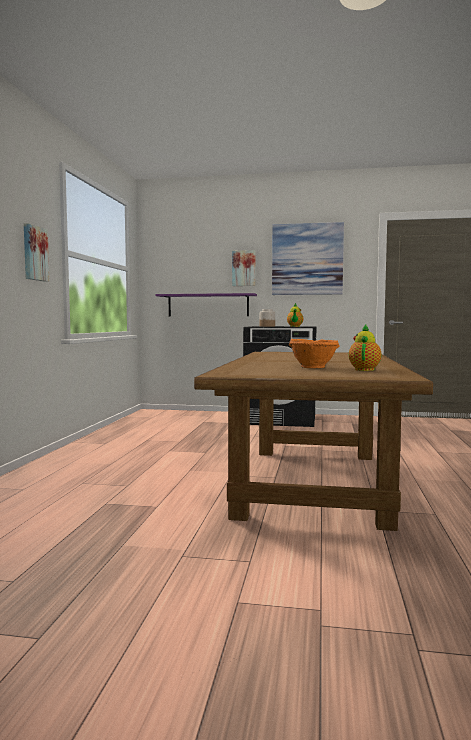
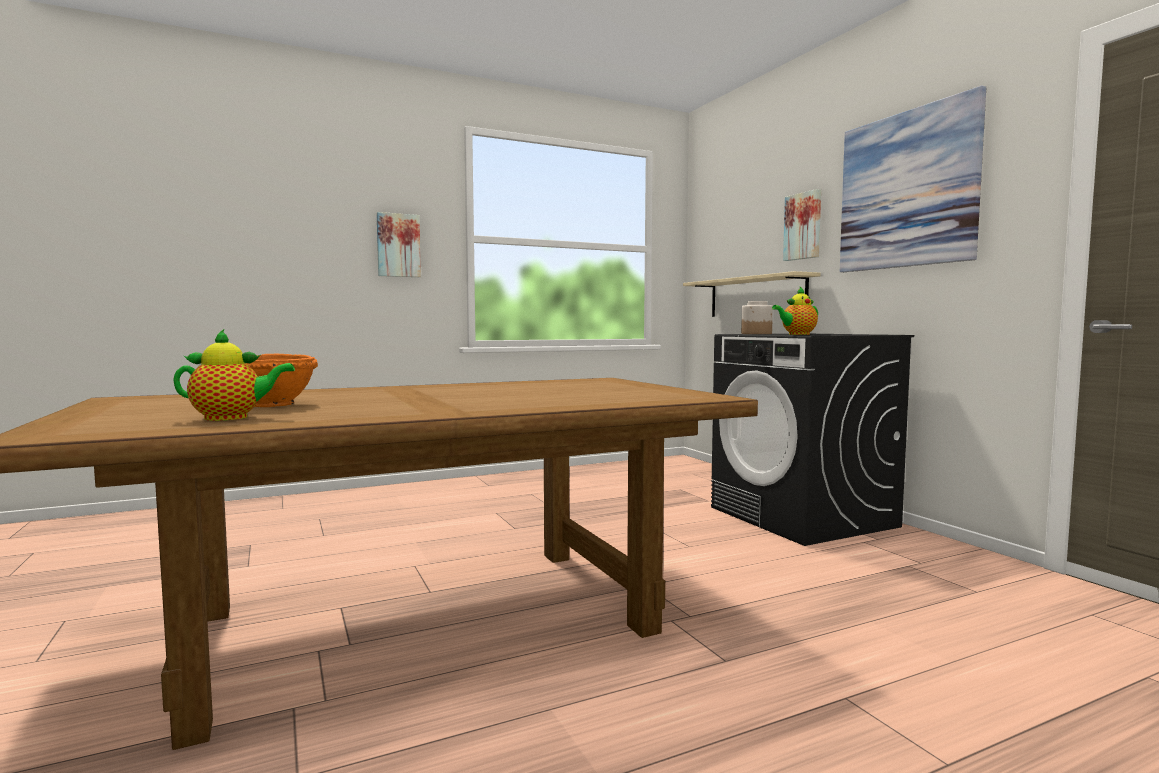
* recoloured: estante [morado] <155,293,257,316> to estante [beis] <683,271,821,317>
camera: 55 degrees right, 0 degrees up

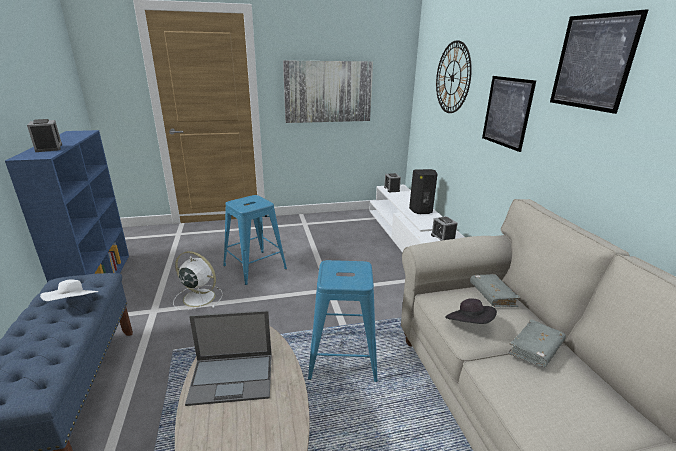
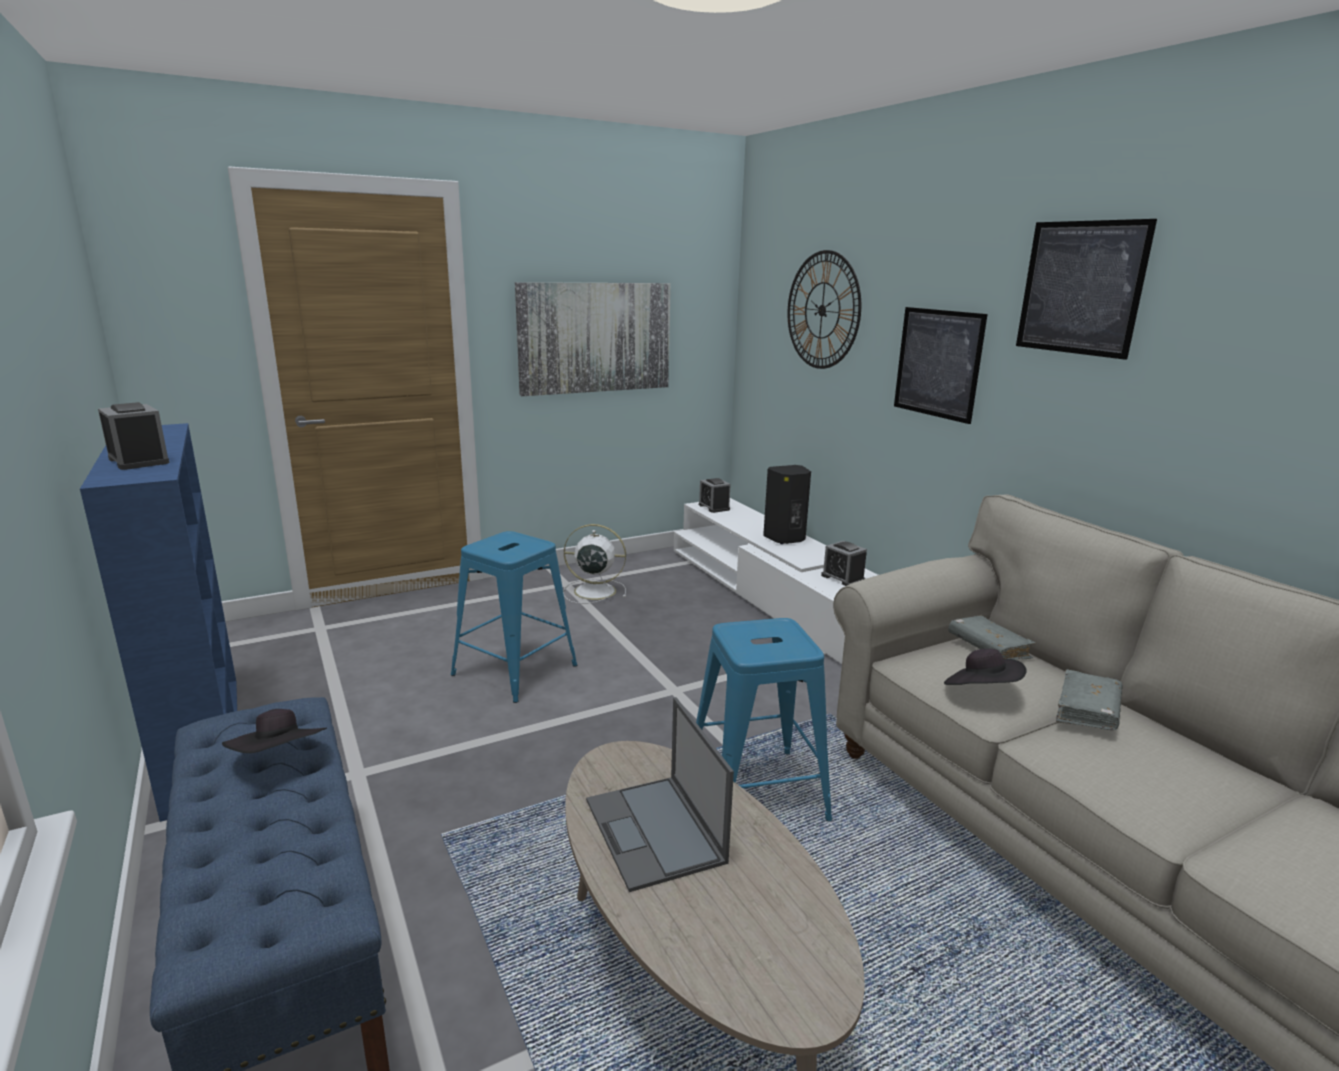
* recoloured: sombrero [blanco] <40,279,98,301> to sombrero [negro] <222,709,327,753>
* moved: ventilador [blanco] <173,251,223,310> to <563,524,626,604>
* turned: portátil <185,310,272,406> = <586,697,734,892> 90 degrees clockwise
camera: 15 degrees left, 5 degrees down

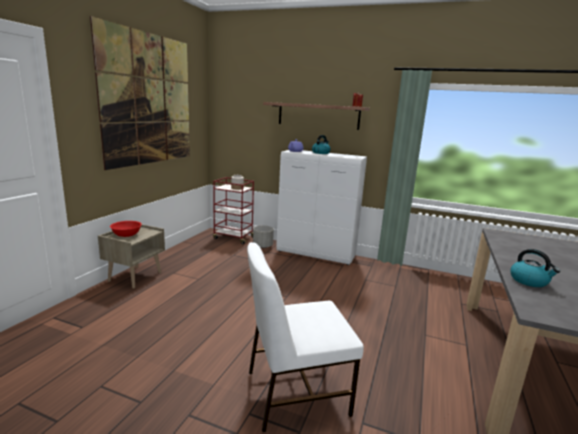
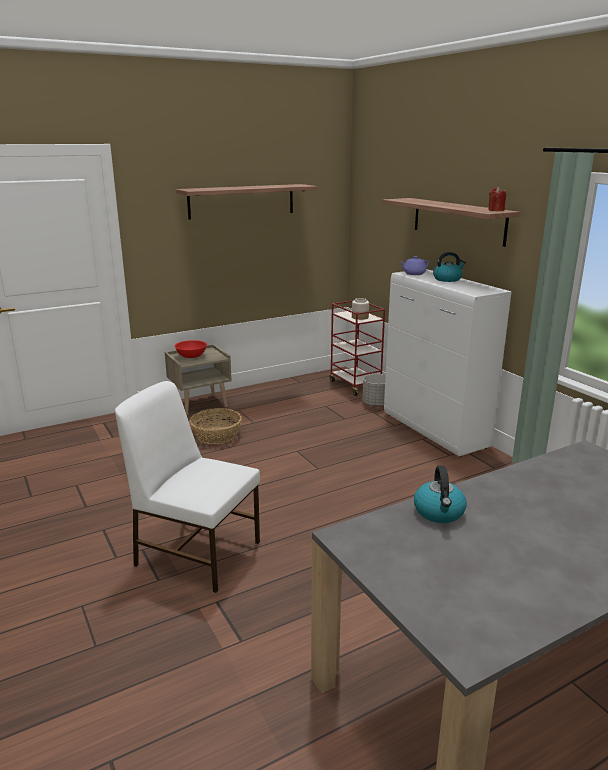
* replaced: cuadro <90,16,190,170> to estante <176,184,317,220>
* added: cesta <190,408,242,444>
camera: 40 degrees right, 5 degrees up

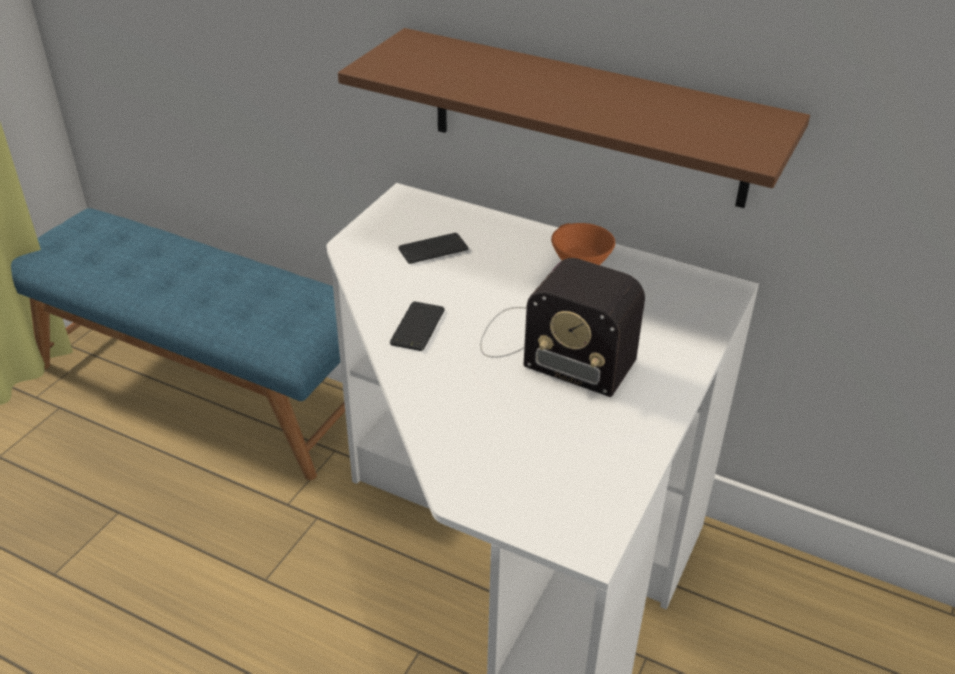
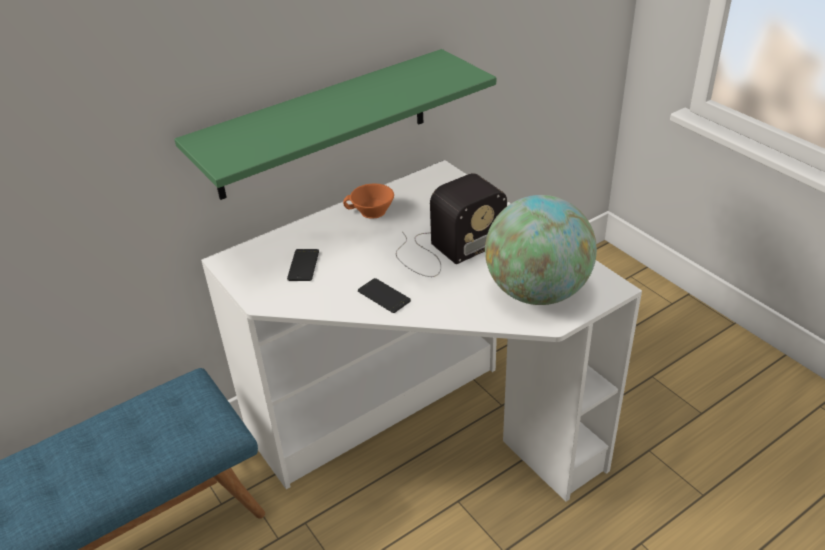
* recoloured: estante [marrón] <338,28,810,208> to estante [verde] <174,49,496,200>
* added: globo terráqueo <485,195,597,305>
camera: 60 degrees left, 0 degrees up

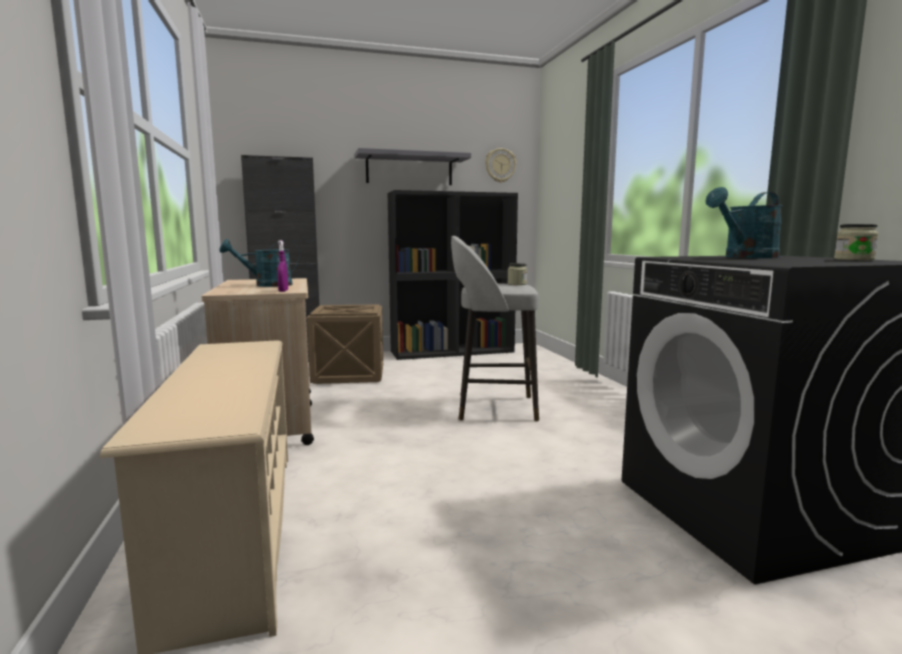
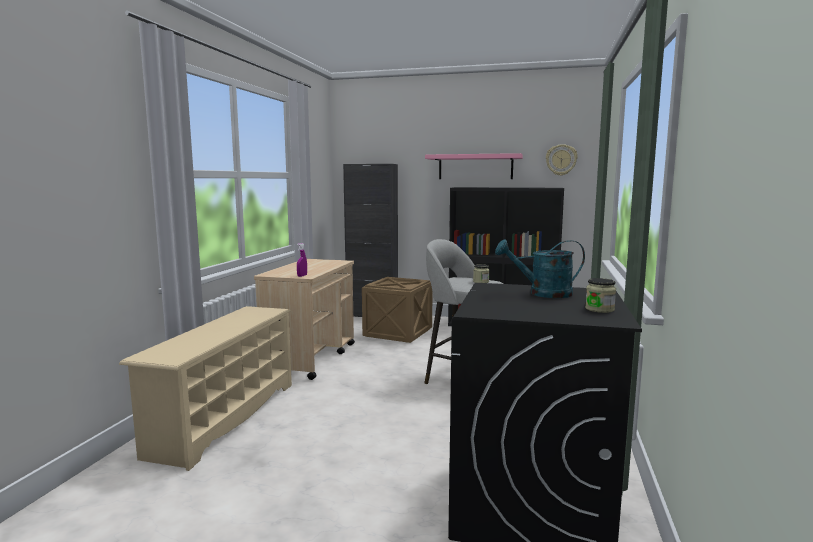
* recoloured: estante [gris] <355,148,471,185> to estante [rosa] <425,153,523,179>
* removed: regadera [turquesa] <219,239,300,287>
camera: 30 degrees right, 0 degrees up

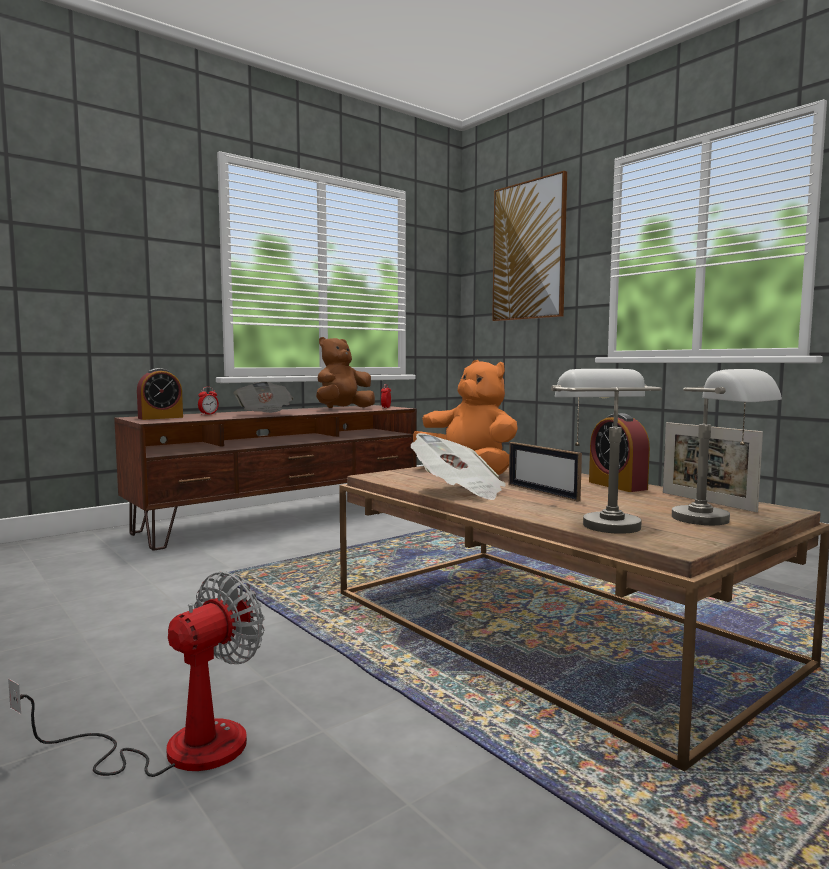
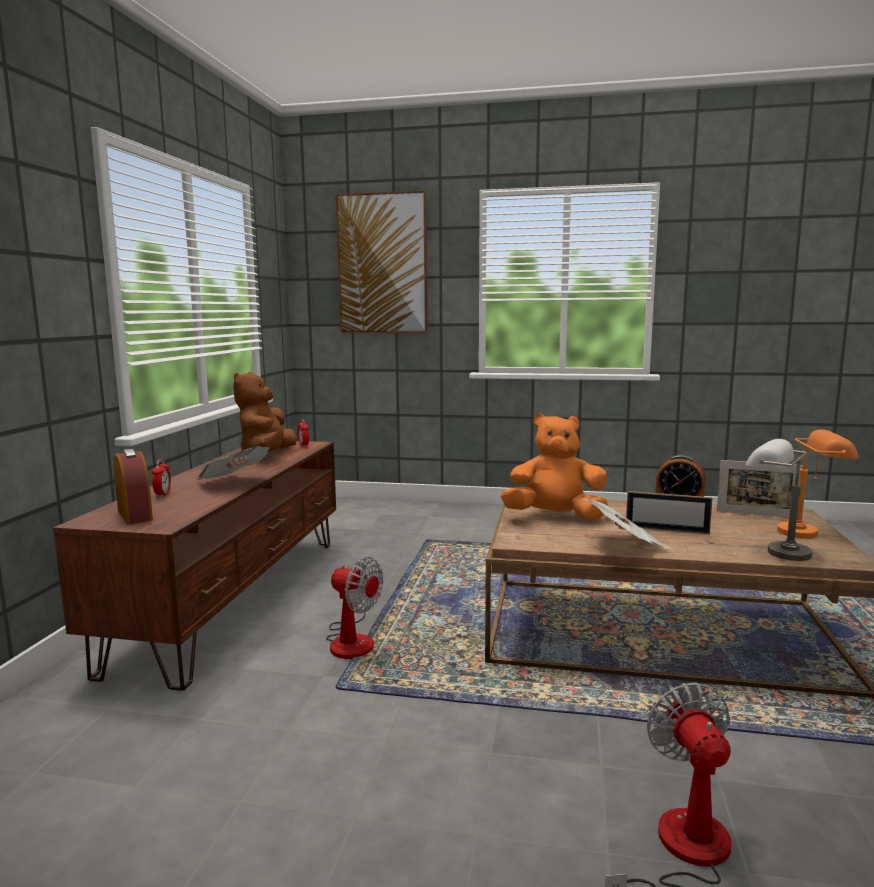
* turned: despertador <137,368,183,420> = <114,449,153,524> 45 degrees counterclockwise
* added: ventilador <326,557,383,659>
* recoloured: lámpara de mesa [gris] <672,369,782,525> to lámpara de mesa [naranja] <777,429,858,538>
camera: 40 degrees left, 5 degrees up

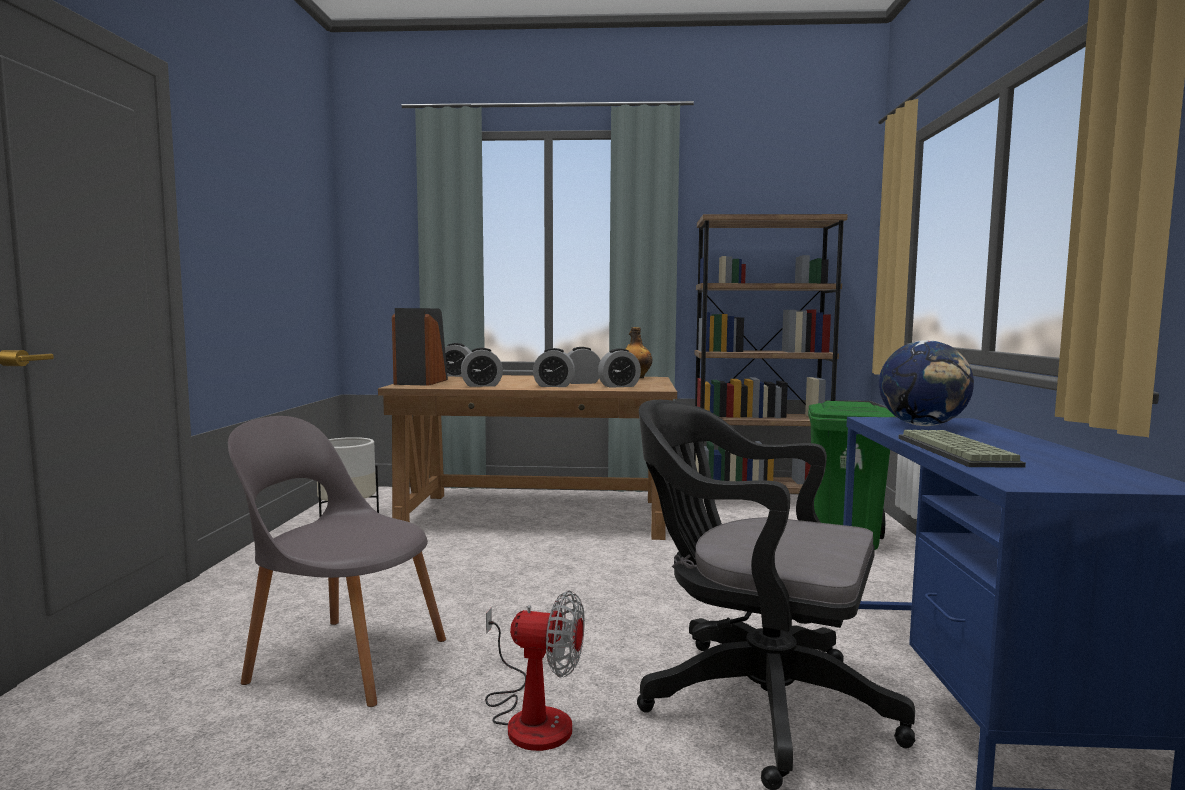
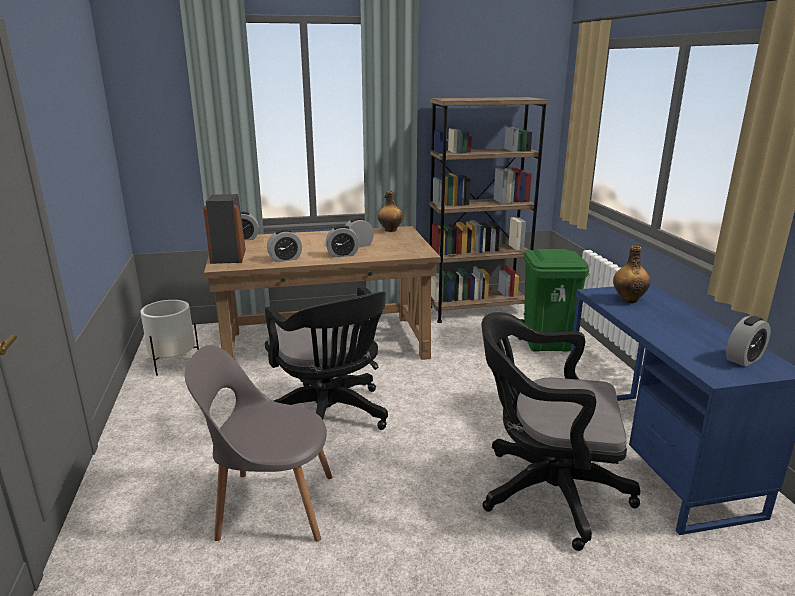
* added: silla de oficina [negro] <265,286,388,430>
* replaced: globo terráqueo <879,340,974,426> to botella <613,246,650,303>
* moved: despertador <598,348,641,388> to <726,316,771,367>
* removed: ventilador <485,591,585,751>
* removed: teclado <898,430,1026,468>
camera: 15 degrees left, 15 degrees up

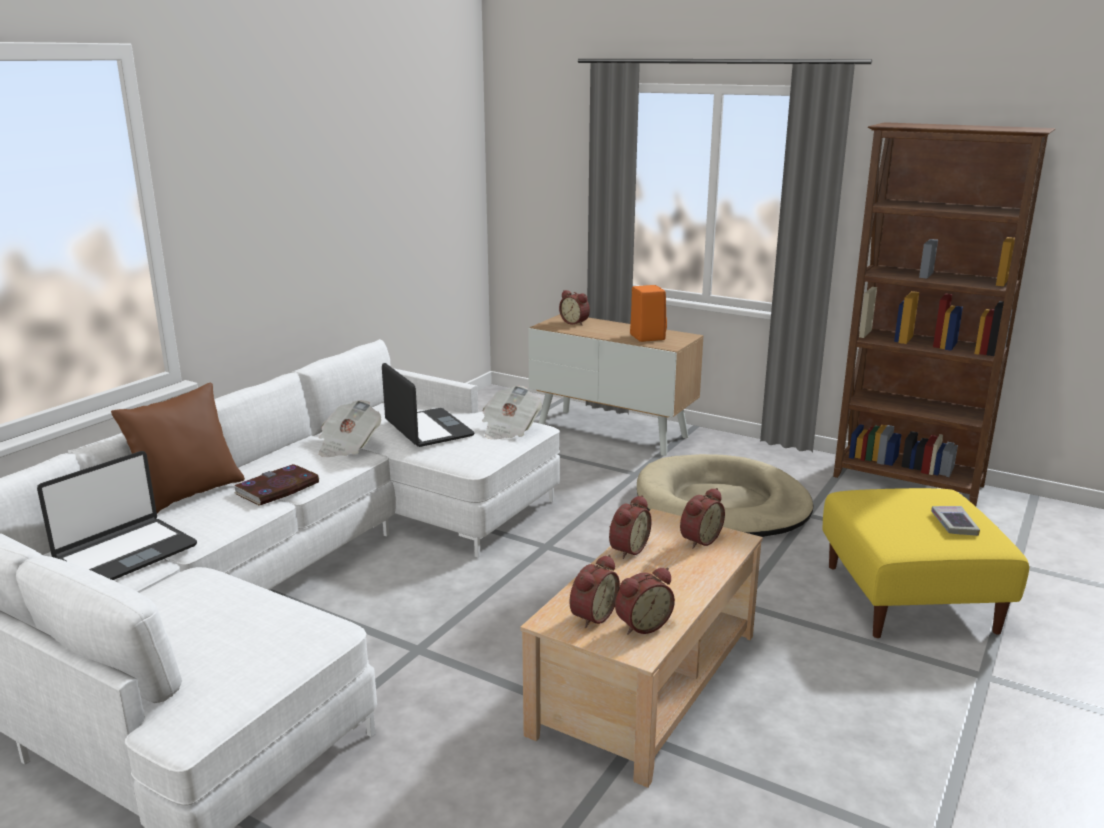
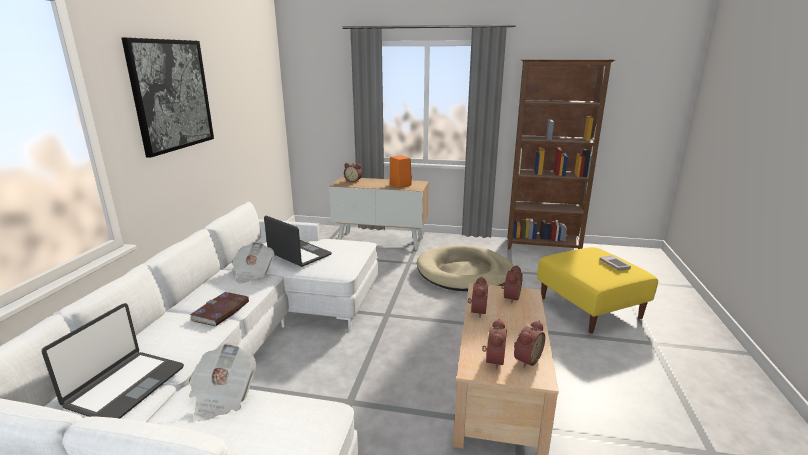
* added: cuadro <122,37,214,158>
* moved: periódico <482,386,542,440> to <189,343,257,421>
* removed: cojín [marrón] <111,382,245,513>
camera: 20 degrees left, 0 degrees up

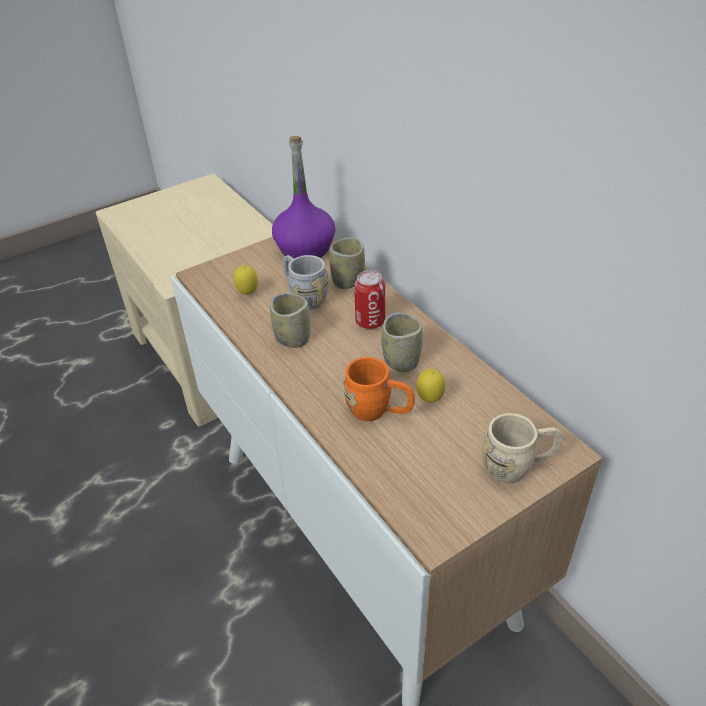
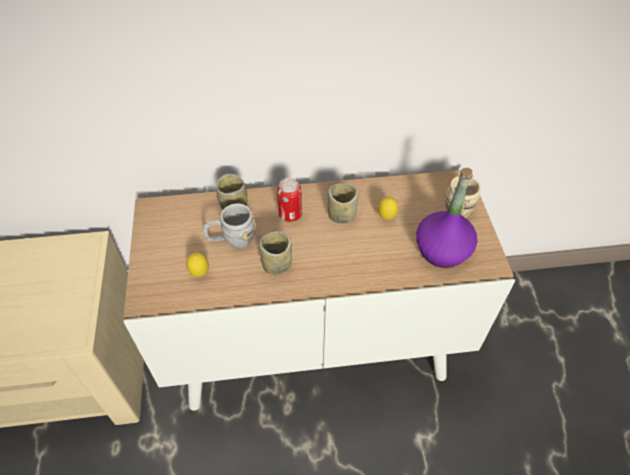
* moved: botella [morado] <272,136,335,259> to <416,168,477,268>
* removed: taza grande [naranja] <343,357,415,421>
camera: 65 degrees left, 10 degrees up

